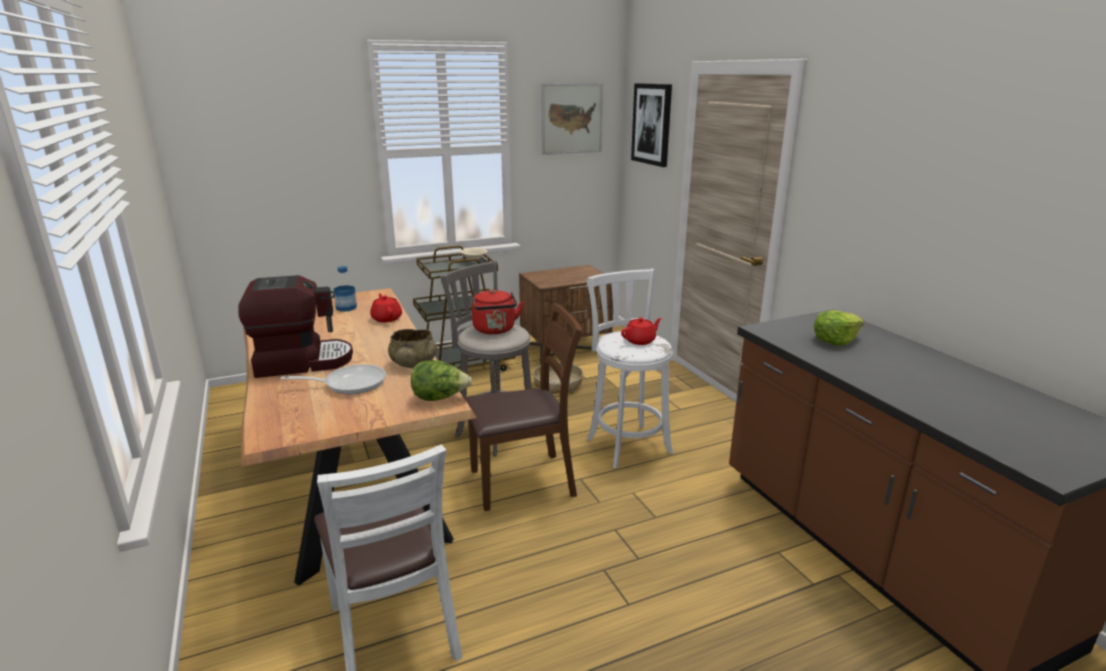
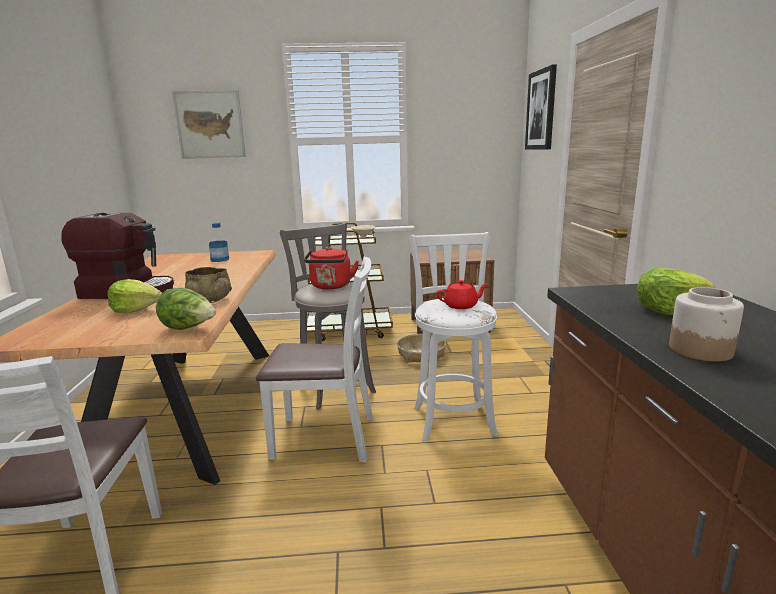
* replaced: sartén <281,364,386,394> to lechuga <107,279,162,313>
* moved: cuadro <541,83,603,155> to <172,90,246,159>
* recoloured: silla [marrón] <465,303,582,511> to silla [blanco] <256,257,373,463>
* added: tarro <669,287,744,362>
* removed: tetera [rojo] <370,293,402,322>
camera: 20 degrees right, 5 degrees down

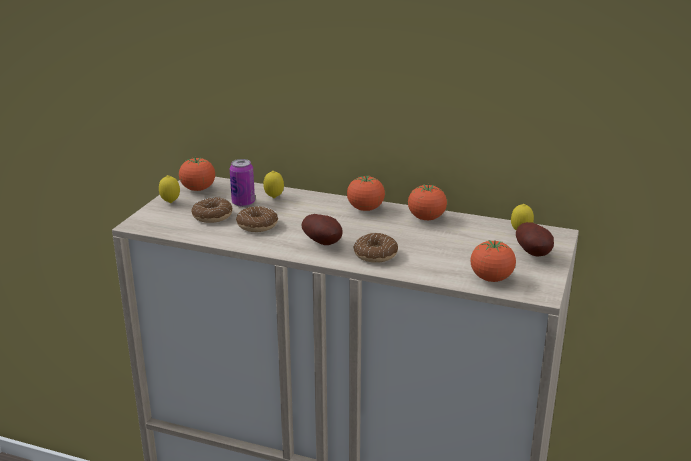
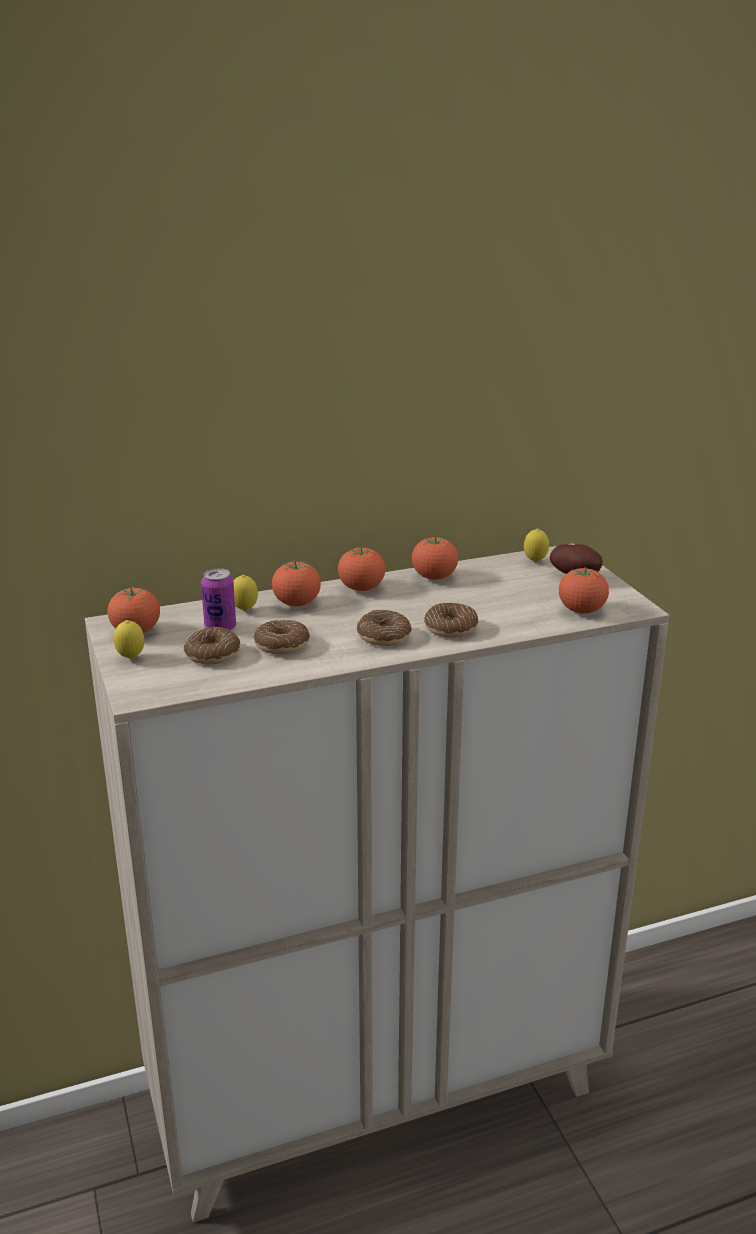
* added: tomate <272,560,321,606>
* replaced: patata <301,214,343,245> to rosquilla <357,610,412,646>
camera: 40 degrees left, 0 degrees up

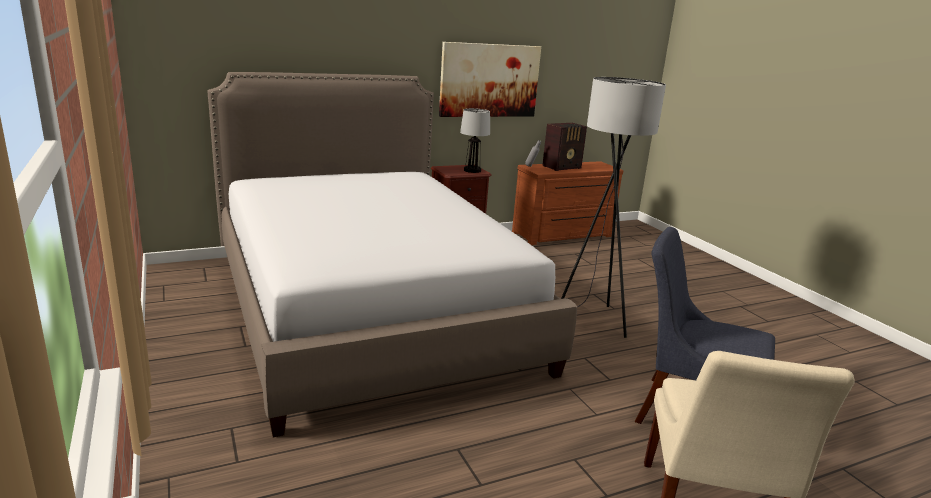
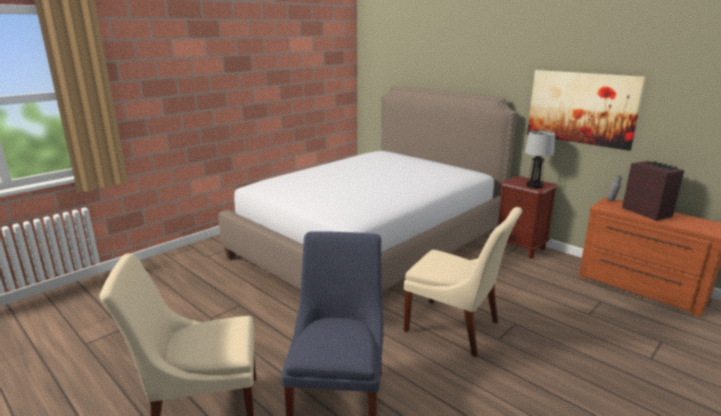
* replaced: lámpara de pie [gris] <561,77,666,338> to silla [beis] <404,207,522,357>
* turned: radio <542,123,587,171> = <622,161,684,221> 150 degrees counterclockwise
camera: 70 degrees right, 0 degrees up

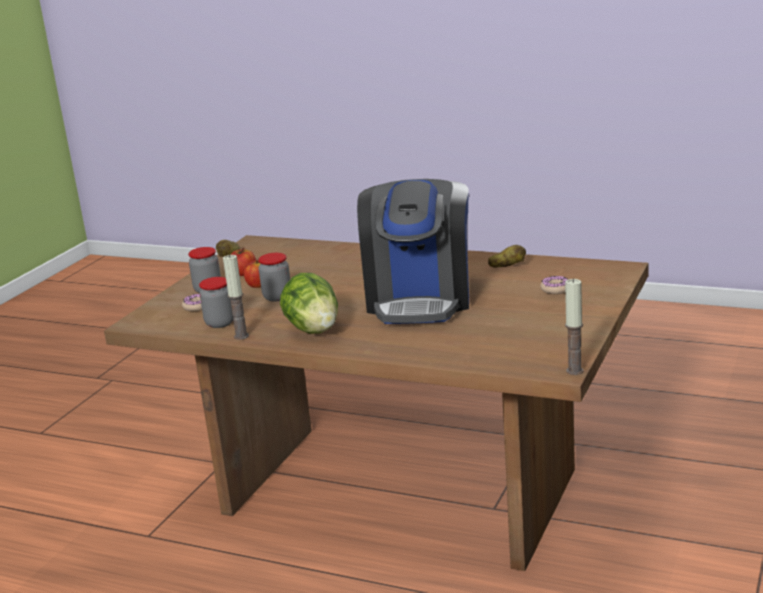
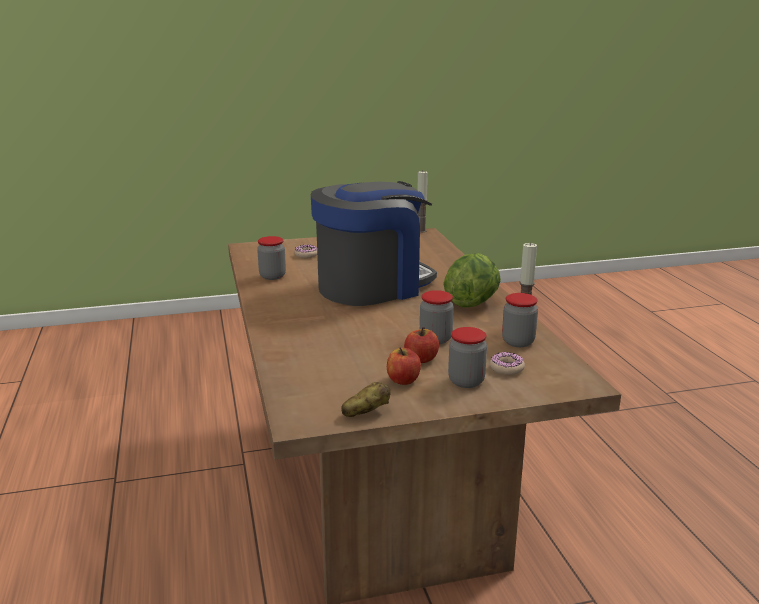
* replaced: patata <488,245,526,268> to tarro <257,236,286,280>
camera: 130 degrees left, 0 degrees up

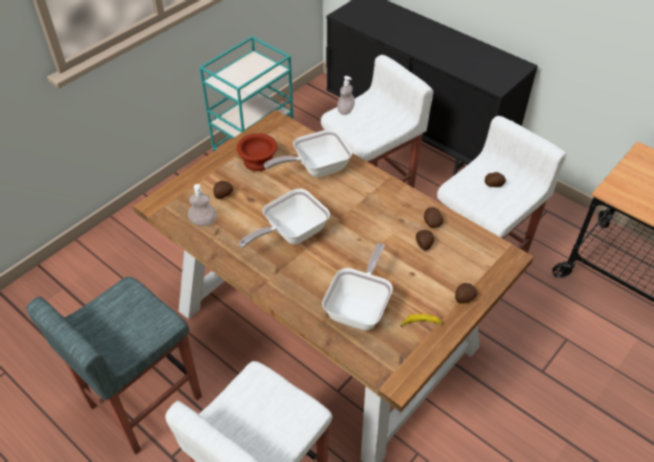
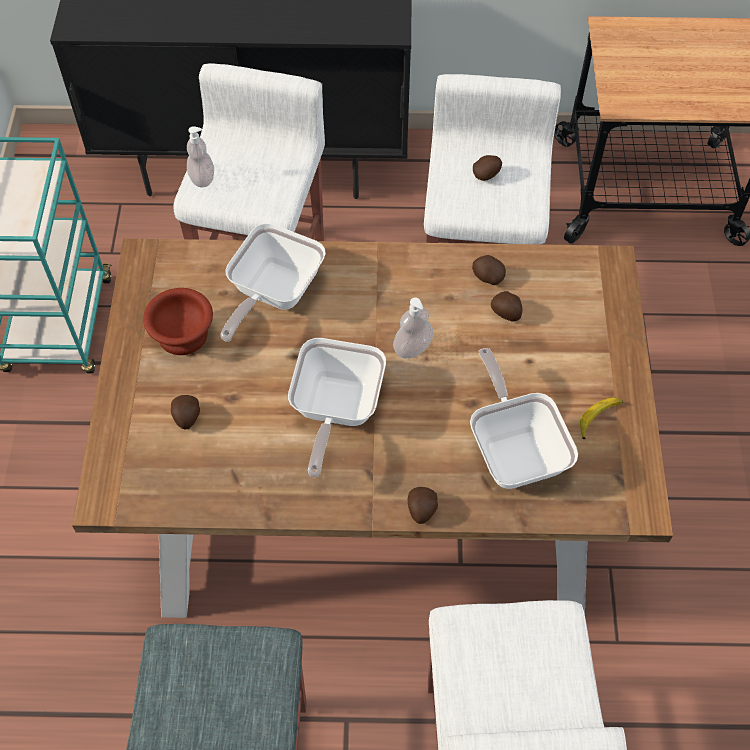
* moved: dispensador de jabón <188,184,217,226> to <393,297,433,358>
* moved: patata <455,283,478,304> to <408,487,438,524>
camera: 40 degrees left, 10 degrees up

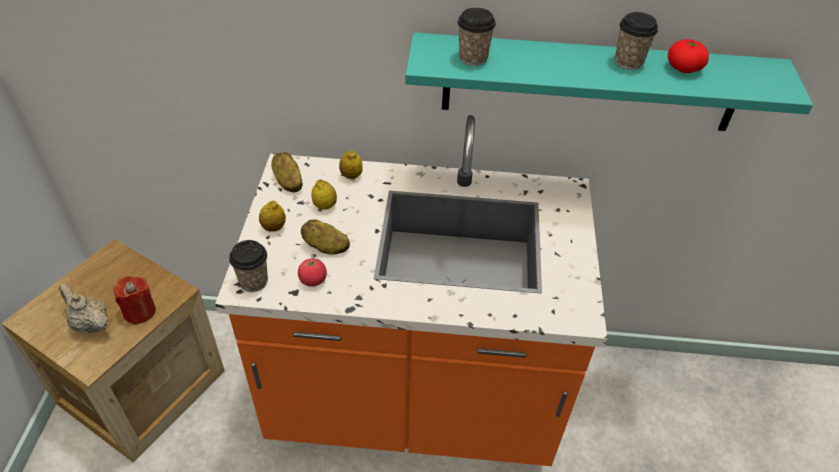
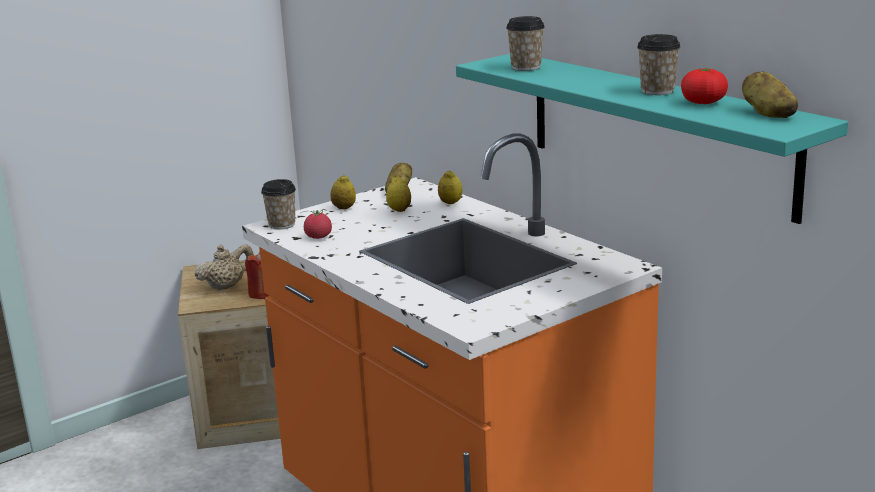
* turned: tetera [beis] <59,283,109,333> = <195,244,254,291> 60 degrees clockwise
* moved: patata <301,219,350,255> to <742,71,798,118>
camera: 50 degrees right, 25 degrees down

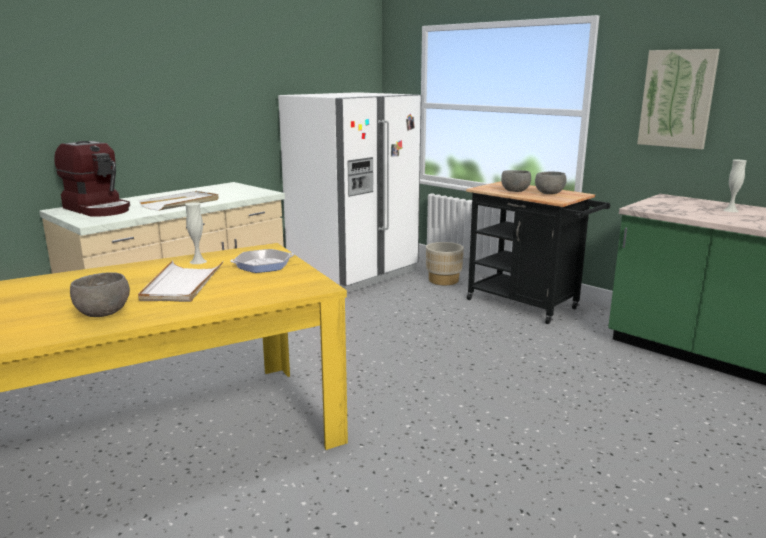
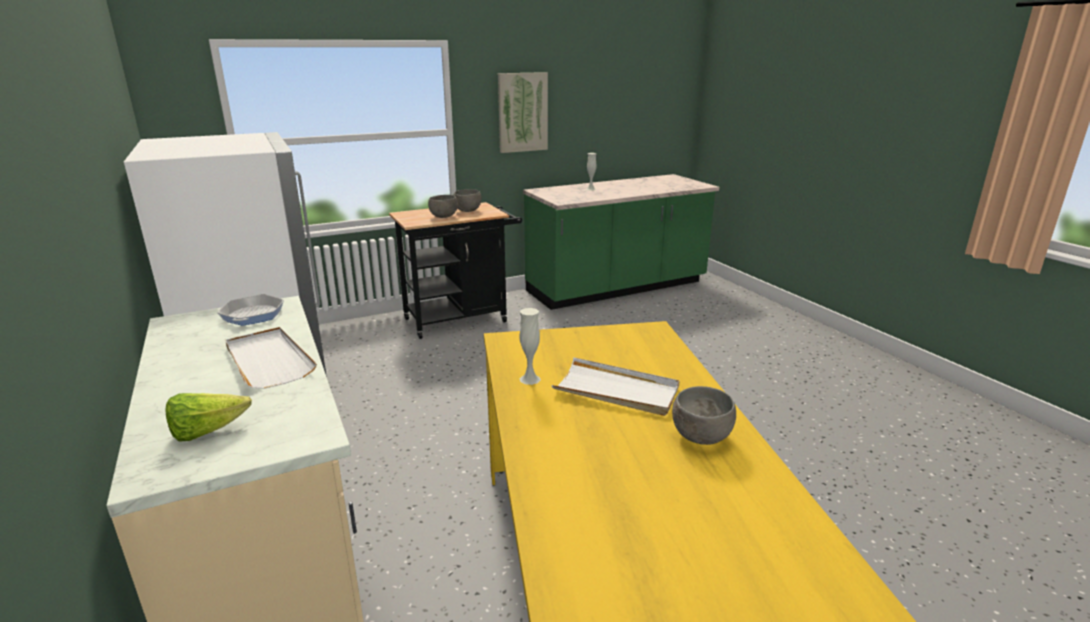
* replaced: cafetera <54,141,130,216> to lechuga <165,393,252,442>
* moved: sartén <230,249,294,273> to <217,294,284,326>
* removed: maceta [beis] <426,242,464,285>
camera: 70 degrees left, 5 degrees up

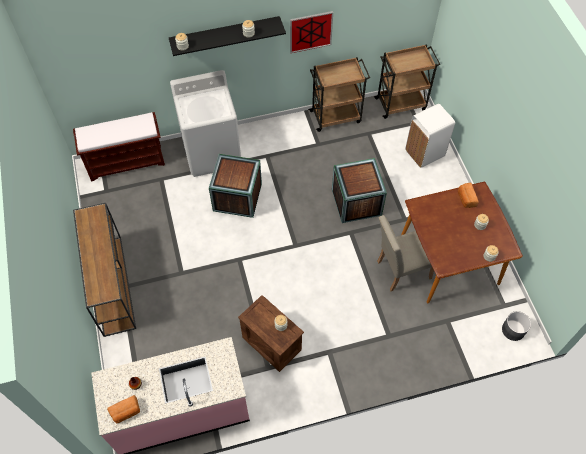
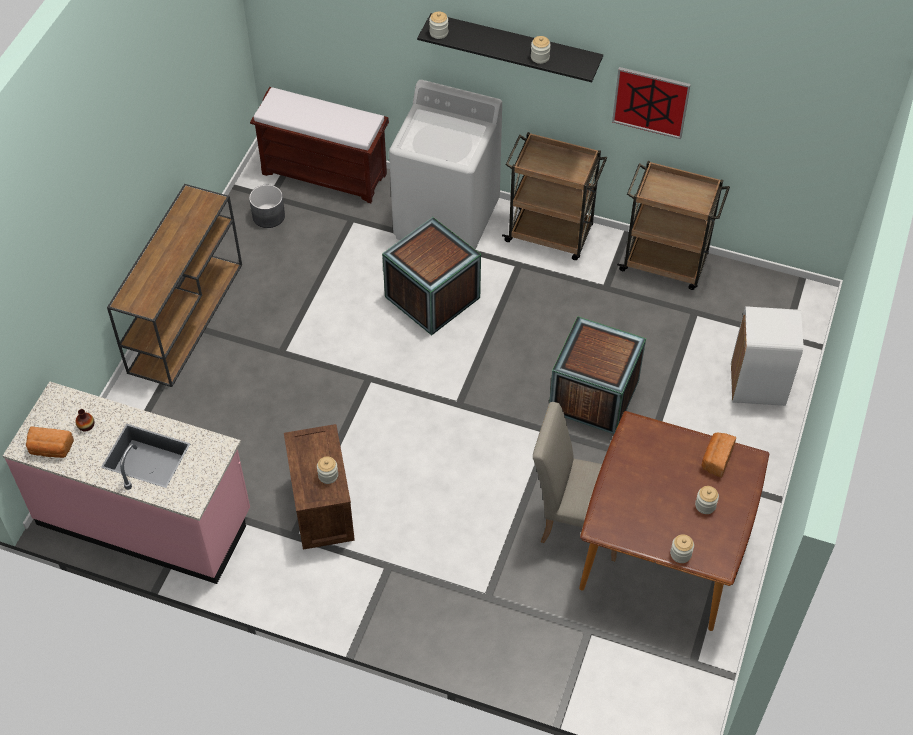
* moved: maceta [gris] <502,311,531,341> to <249,185,285,228>
* moved: carrito [marrón] <374,44,440,119> to <502,132,607,260>
camera: 35 degrees right, 5 degrees down

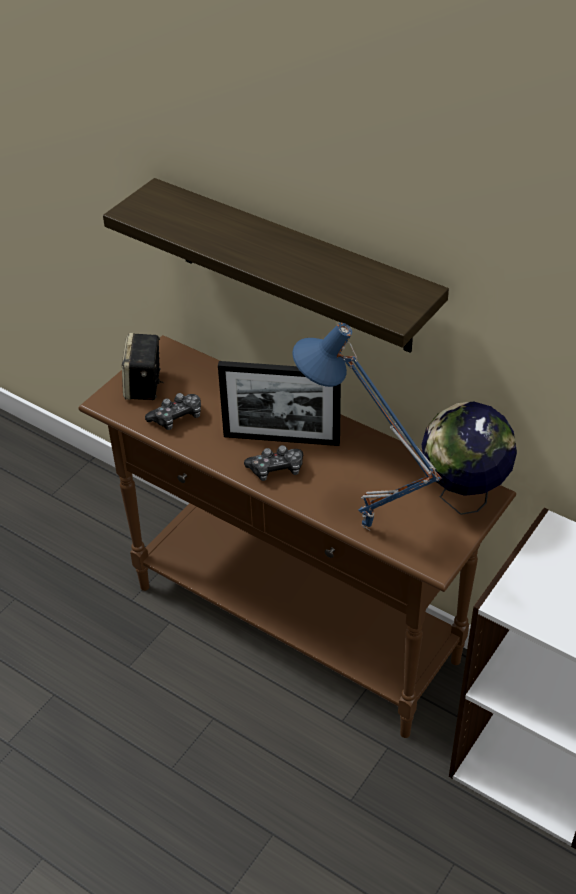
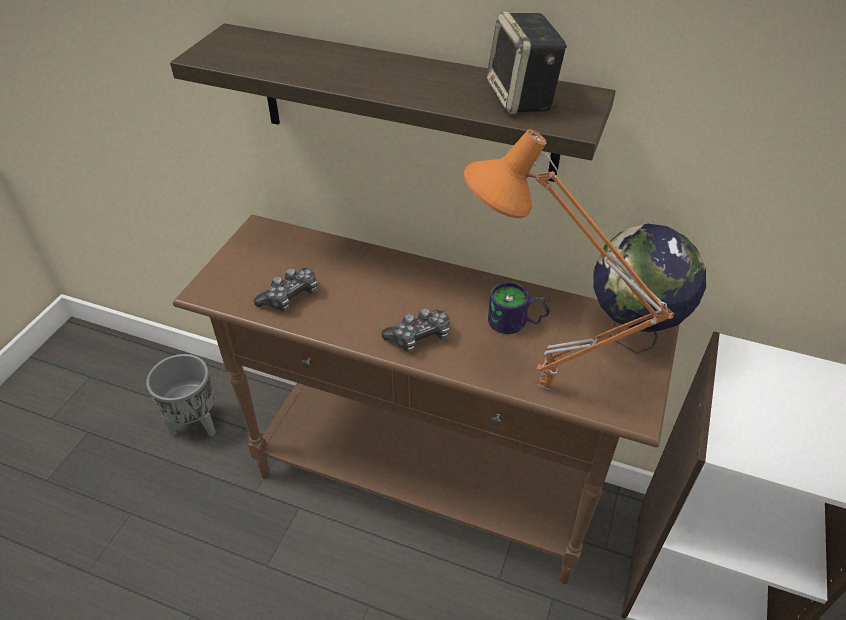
* added: maceta [gris] <146,354,216,436>
* recoloured: lámpara de mesa [azul] <292,323,442,531> to lámpara de mesa [naranja] <464,129,674,390>
* moved: altavoz <122,332,164,400> to <487,12,567,114>
* added: taza grande <488,282,550,334>
* removed: portarretratos <218,361,341,446>
camera: 15 degrees left, 0 degrees up

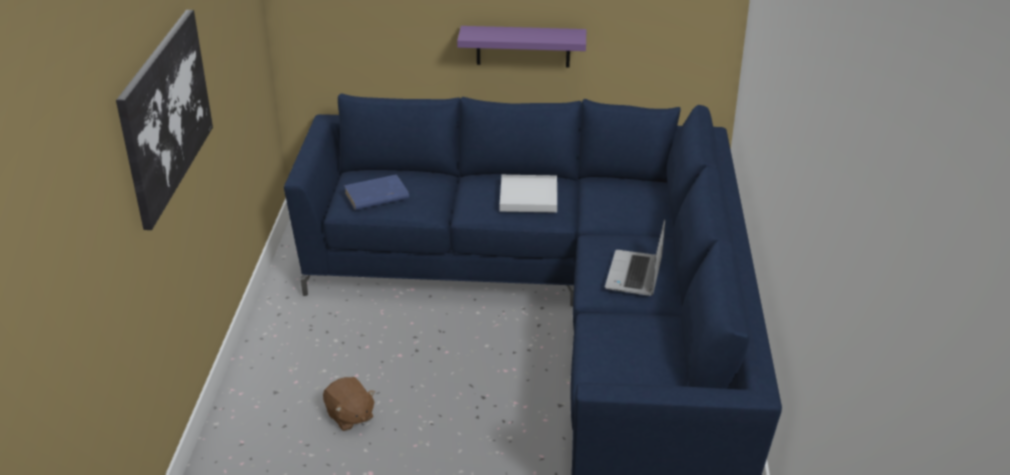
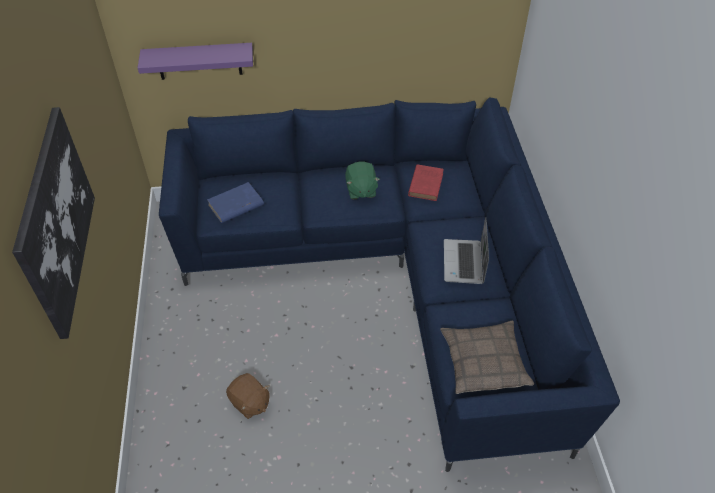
* moved: estante [morado] <457,26,586,67> to <138,43,253,80>
* replaced: bandeja [blanco] <500,175,557,213> to peluche [verde] <345,161,380,199>
* added: libro [rojo] <408,164,444,201>
* added: cojín <440,321,534,394>
camera: 10 degrees left, 15 degrees up

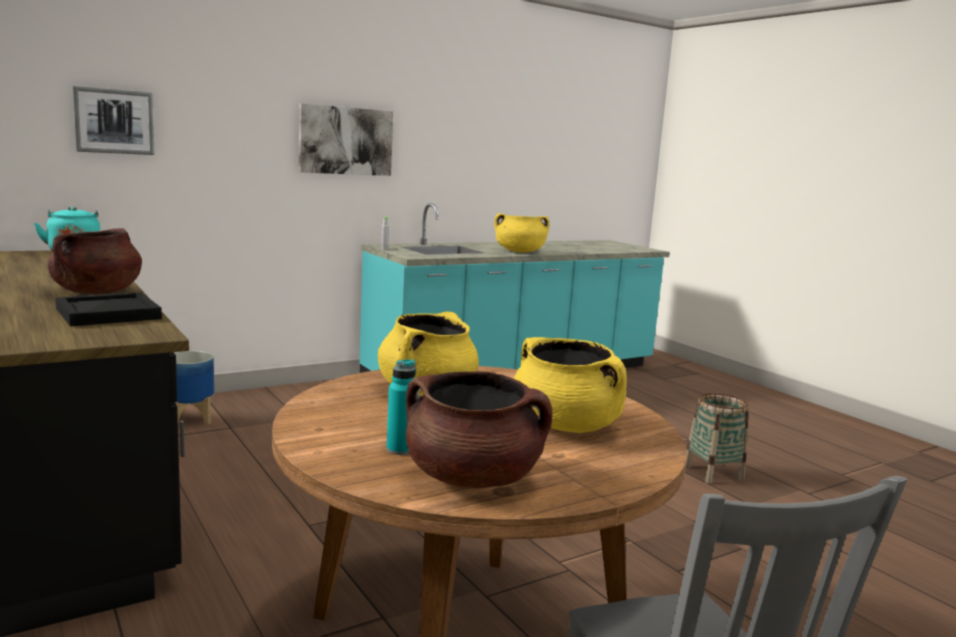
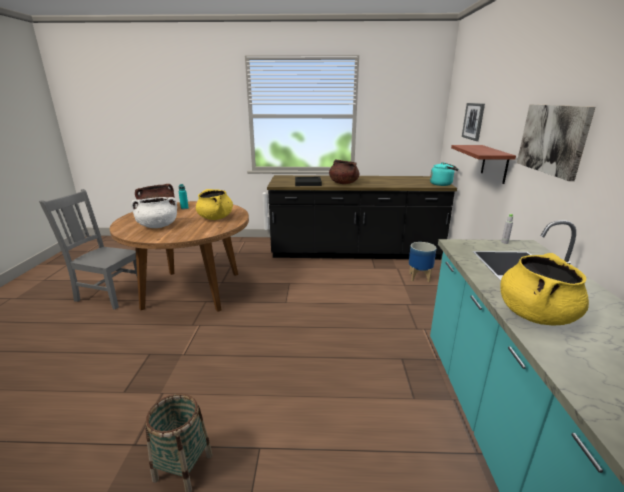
* recoloured: olla [amarillo] <514,337,627,433> to olla [blanco] <131,197,177,228>
* added: estante <451,145,516,184>
camera: 125 degrees right, 10 degrees up

